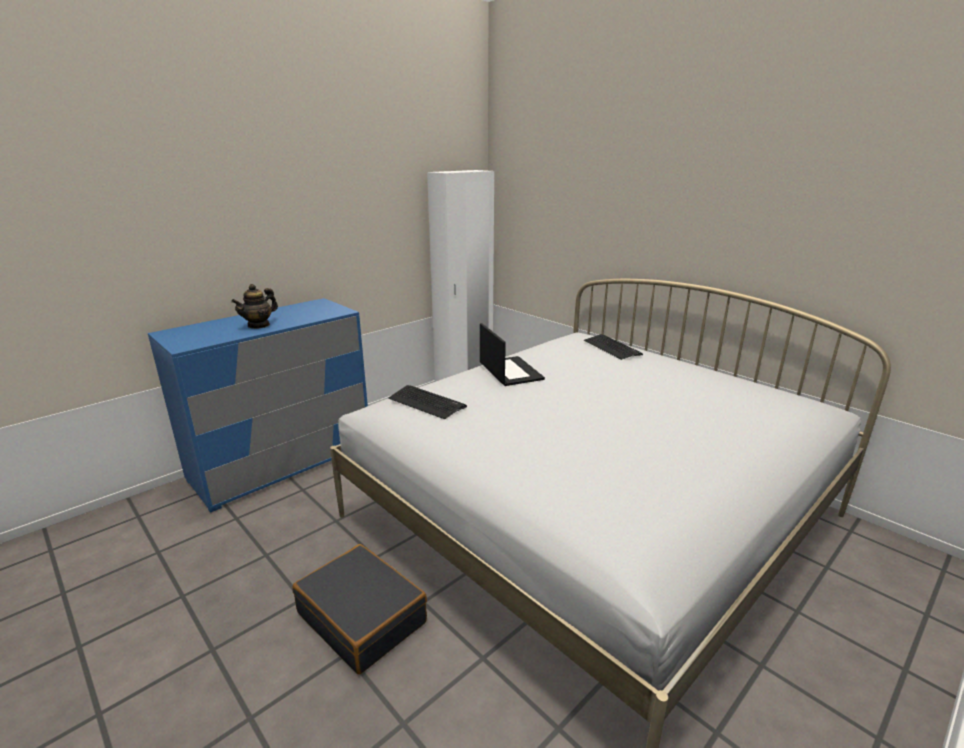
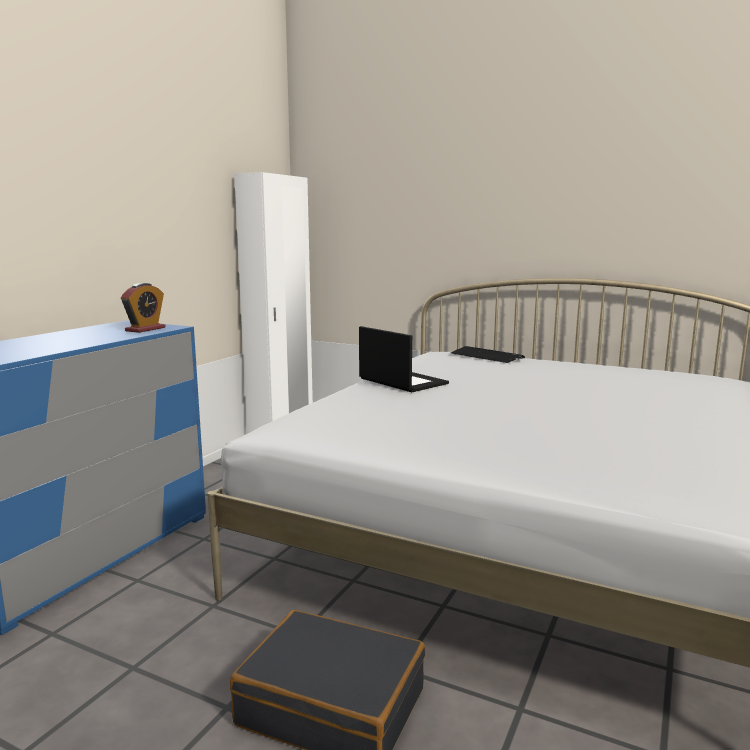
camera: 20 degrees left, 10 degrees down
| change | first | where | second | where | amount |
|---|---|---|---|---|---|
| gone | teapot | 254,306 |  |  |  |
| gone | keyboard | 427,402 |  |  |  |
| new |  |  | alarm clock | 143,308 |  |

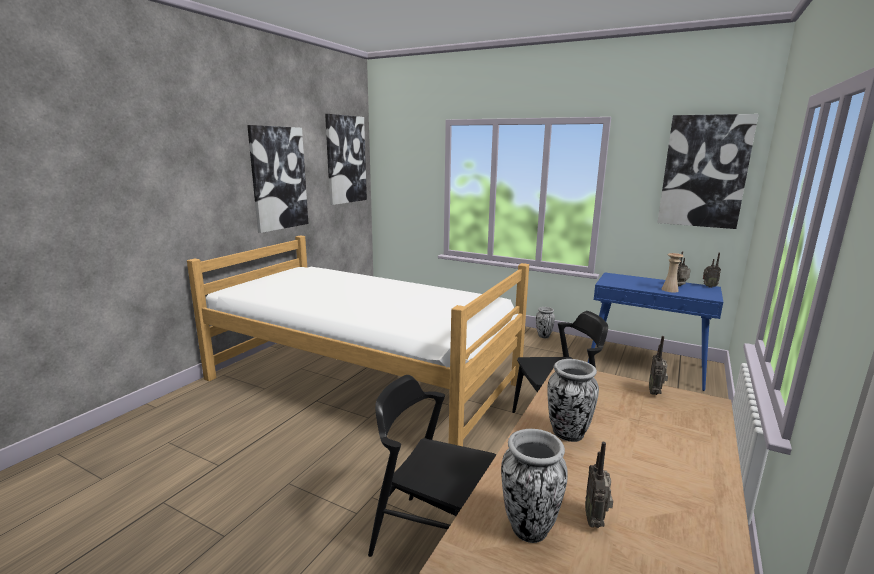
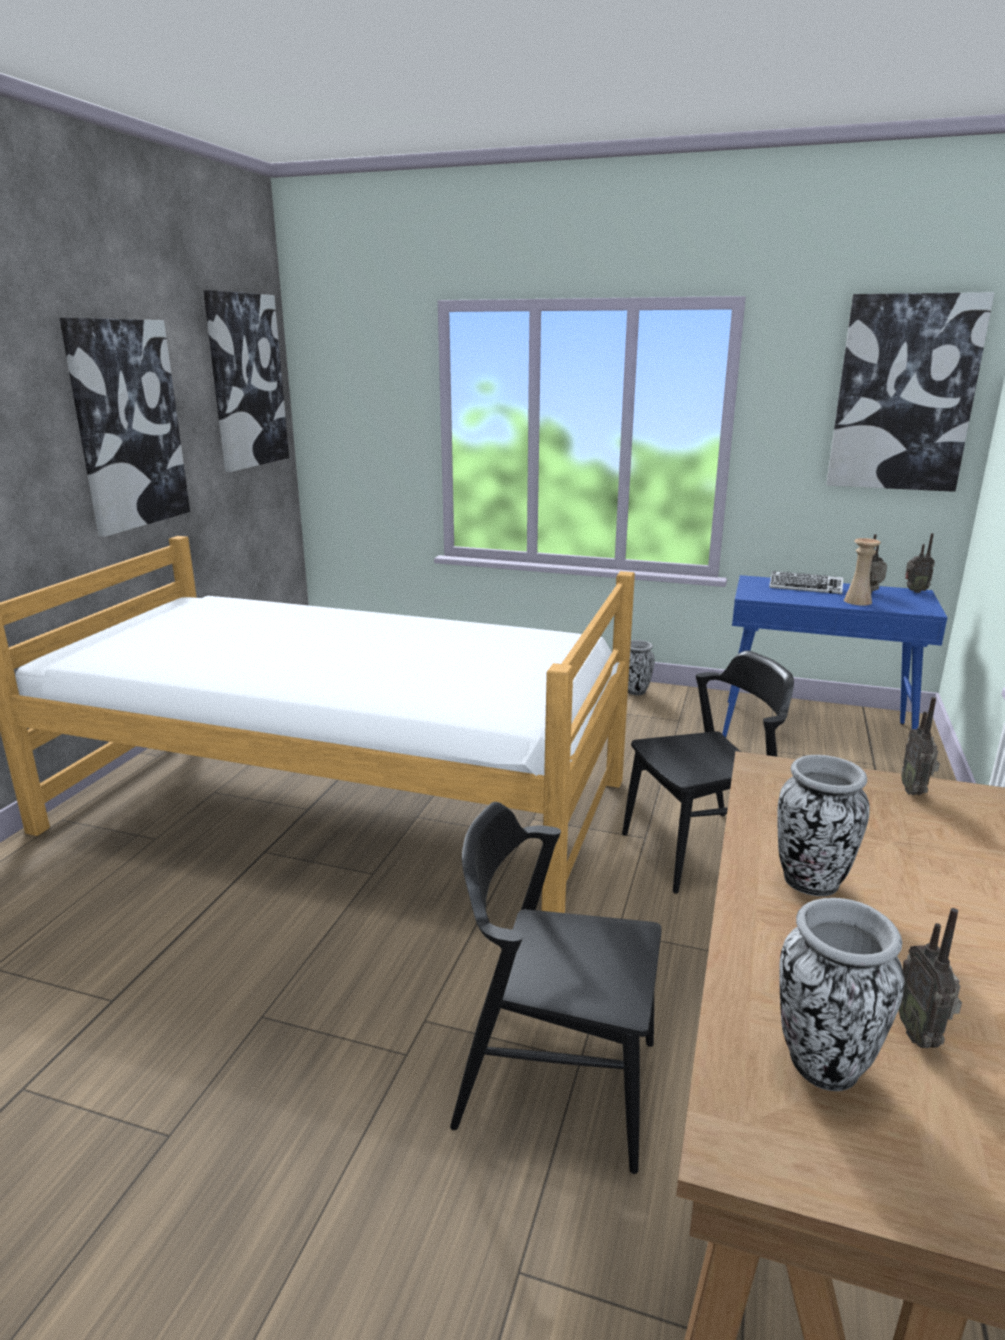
camera: 10 degrees left, 5 degrees up
| change | first | where | second | where | amount |
|---|---|---|---|---|---|
| new |  |  | keyboard | 806,582 |  |

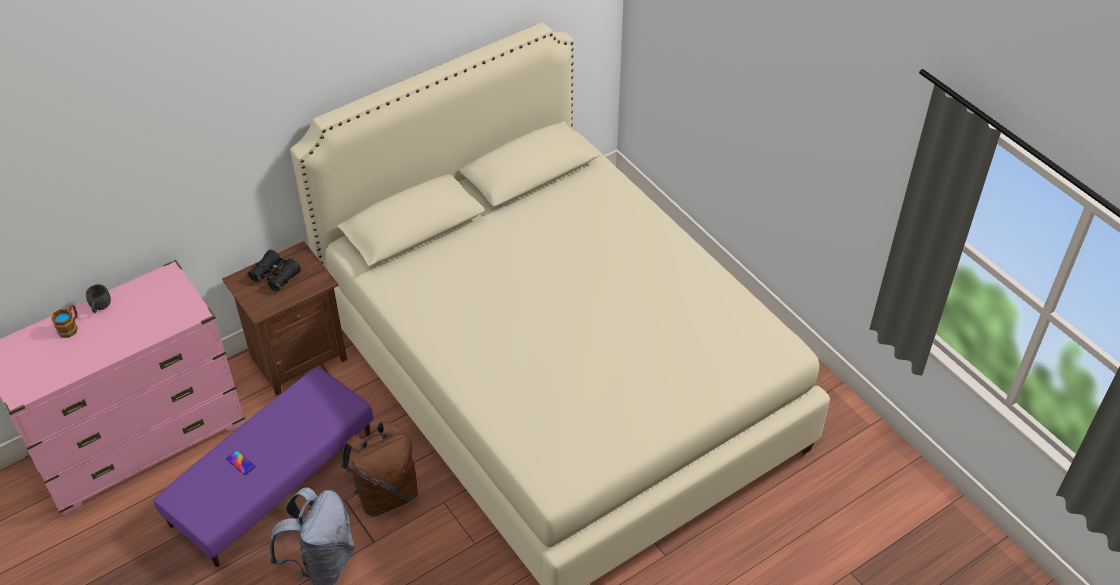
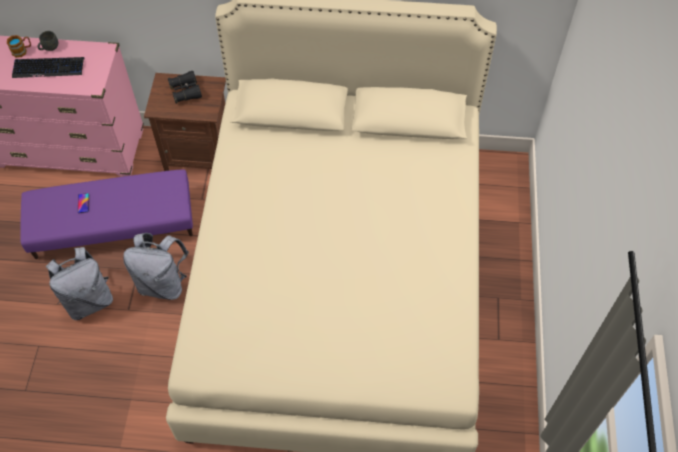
camera: 40 degrees right, 10 degrees up
| change | first | where | second | where | amount |
|---|---|---|---|---|---|
| repainted | backpack (brown) | 379,469 | backpack (grey) | 156,266 |  |
| new |  |  | keyboard | 48,67 |  |

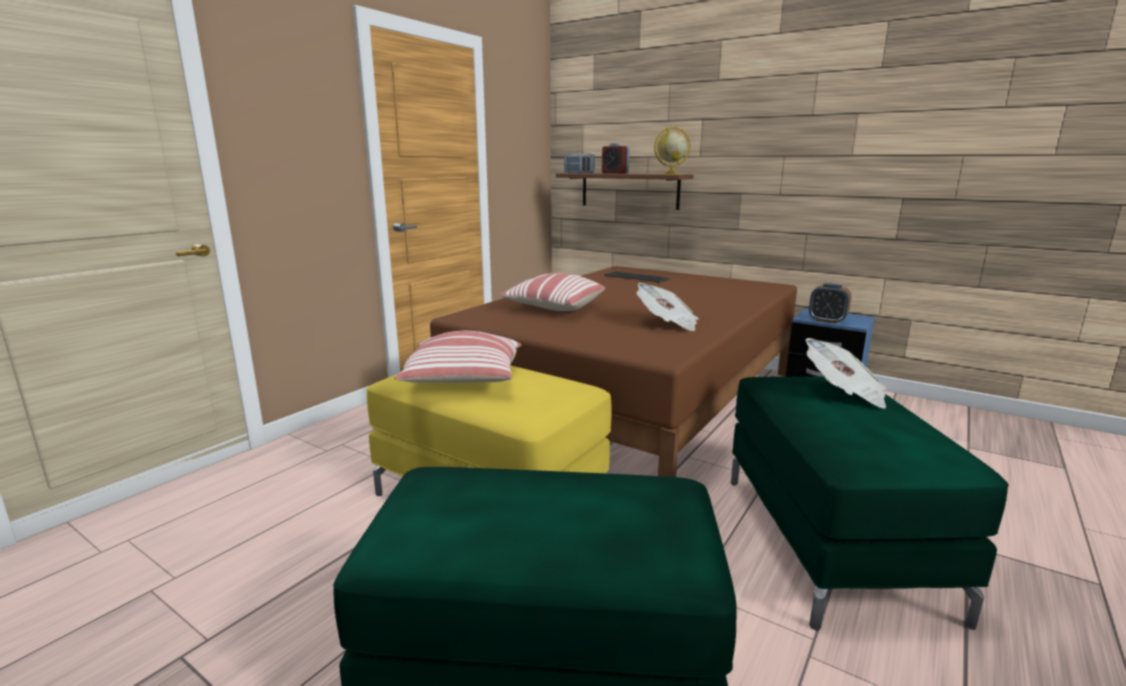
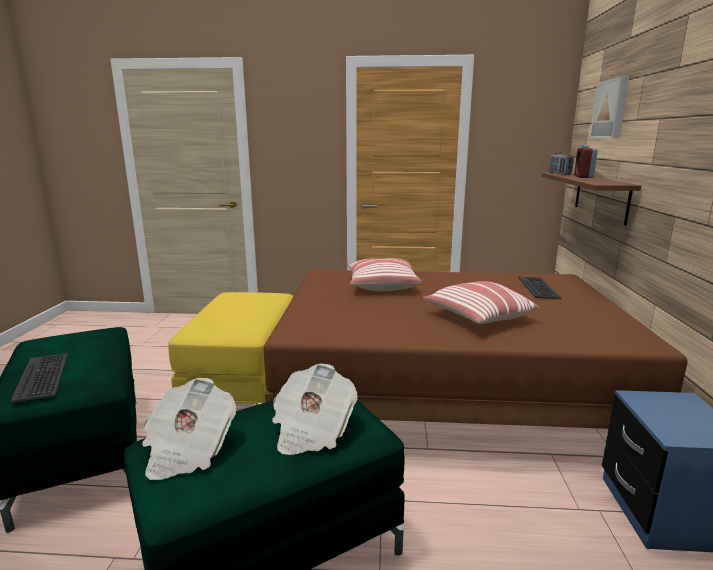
camera: 60 degrees right, 0 degrees up
| change | first | where | second | where | amount |
|---|---|---|---|---|---|
| gone | globe | 672,150 |  |  |  |
| shifted | newspaper | 667,307 |  | 189,429 |  |
| gone | alarm clock | 830,303 |  |  |  |
| shifted | pillow | 457,357 |  | 481,302 |  |
| new |  |  | picture | 609,107 |  |
| new |  |  | keyboard | 39,378 |  |

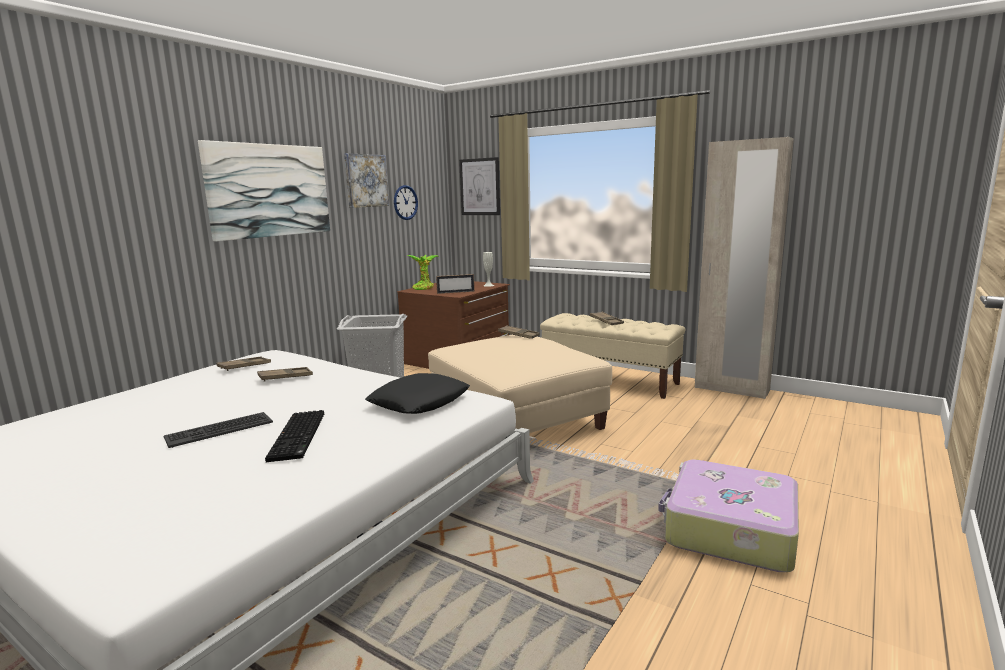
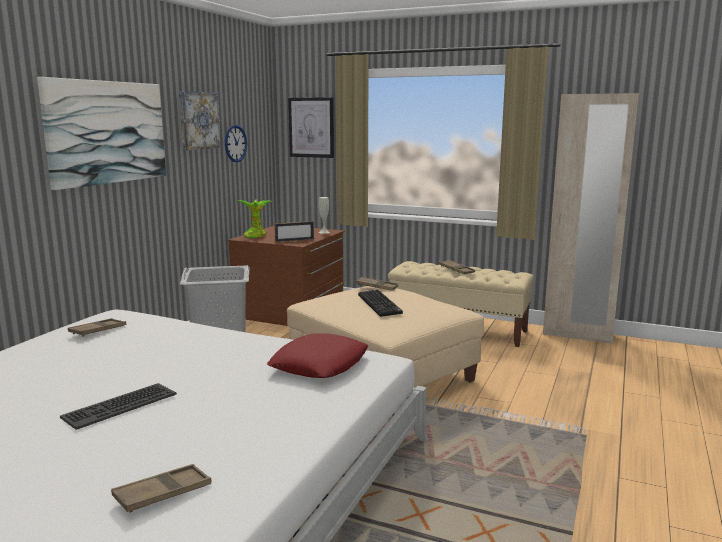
camera: 10 degrees left, 0 degrees up
| change | first | where | second | where | amount |
|---|---|---|---|---|---|
| shifted | tray (brown) | 285,374 |  | 161,488 |  |
| repainted | pillow (black) | 417,393 | pillow (red) | 317,355 |  |
| shifted | keyboard | 294,436 |  | 380,303 |  |
| gone | suitcase | 728,515 |  |  |  |

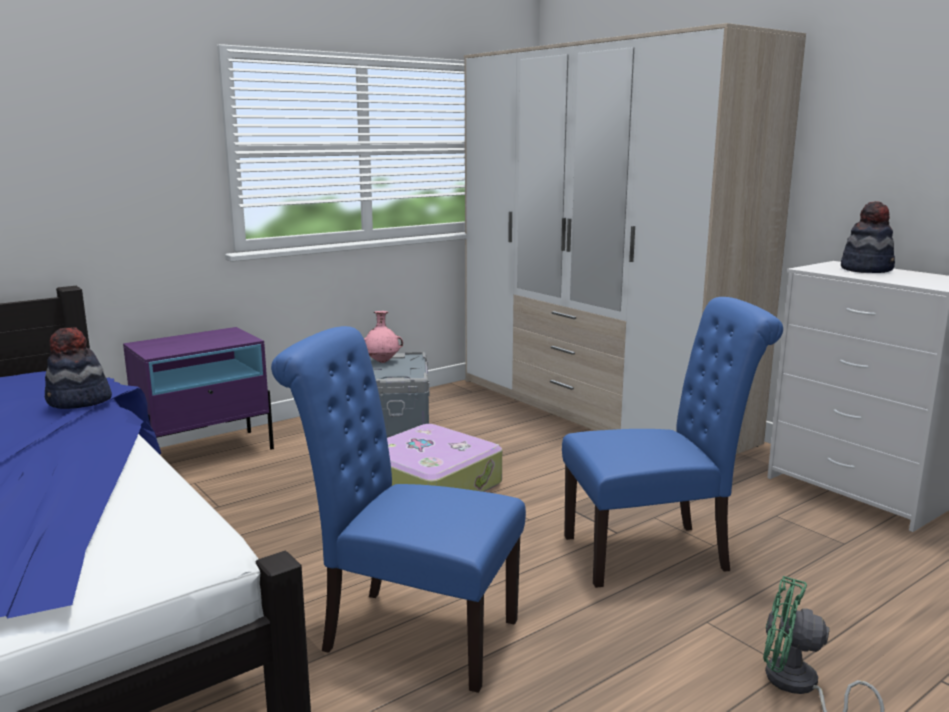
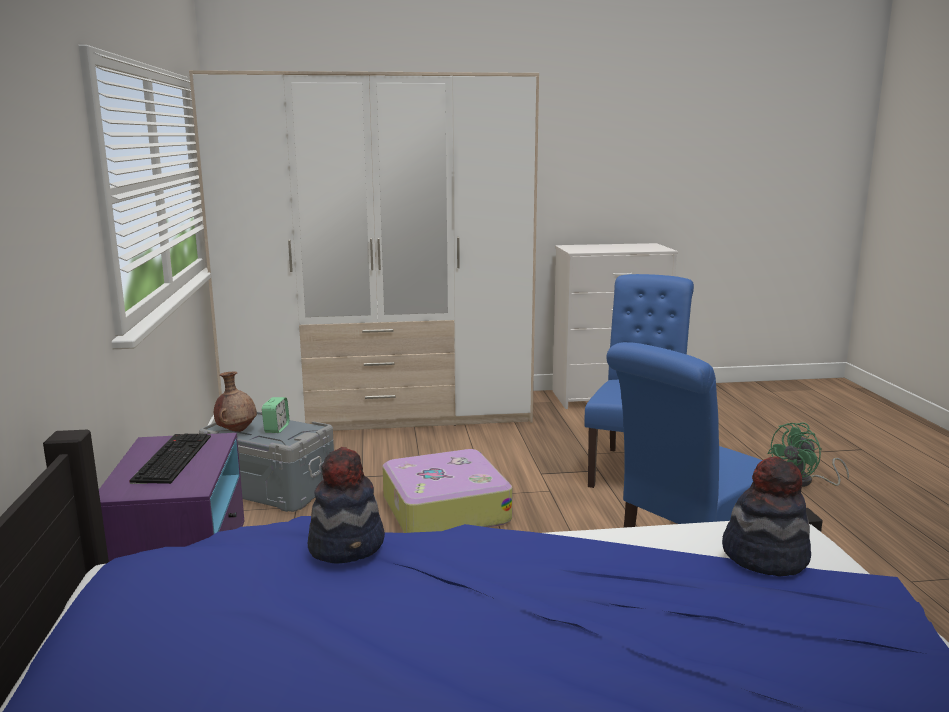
camera: 60 degrees left, 0 degrees up
| change | first | where | second | where | amount |
|---|---|---|---|---|---|
| shifted | hat | 868,237 |  | 766,516 |  |
| repainted | vase (pink) | 383,337 | vase (brown) | 235,402 |  |
| new |  |  | alarm clock | 276,415 |  |
| new |  |  | keyboard | 170,459 |  |

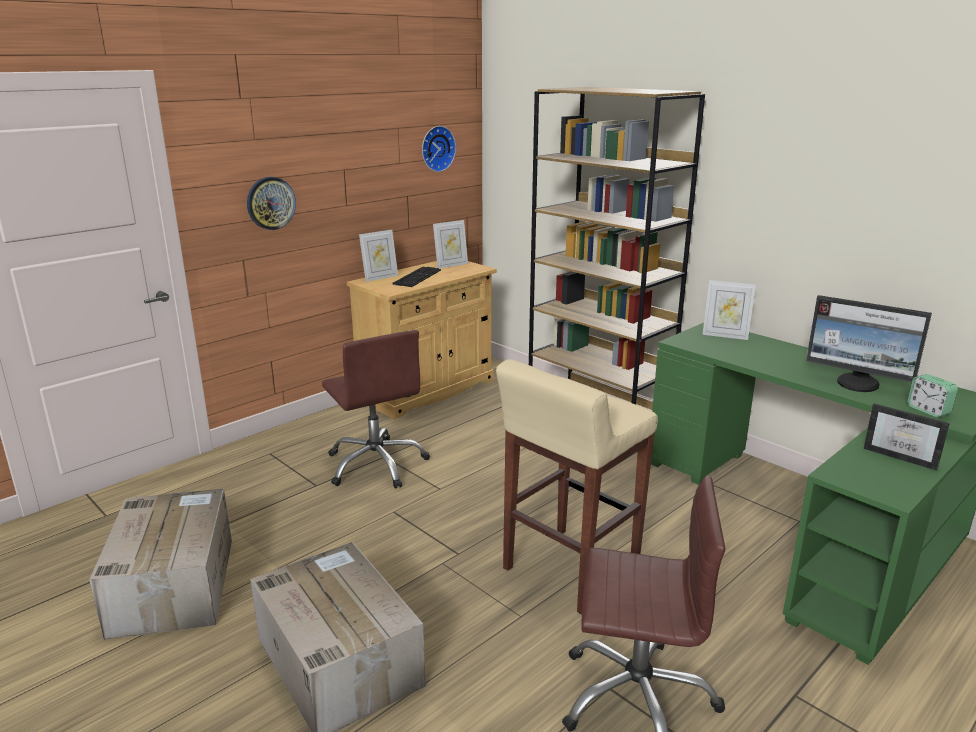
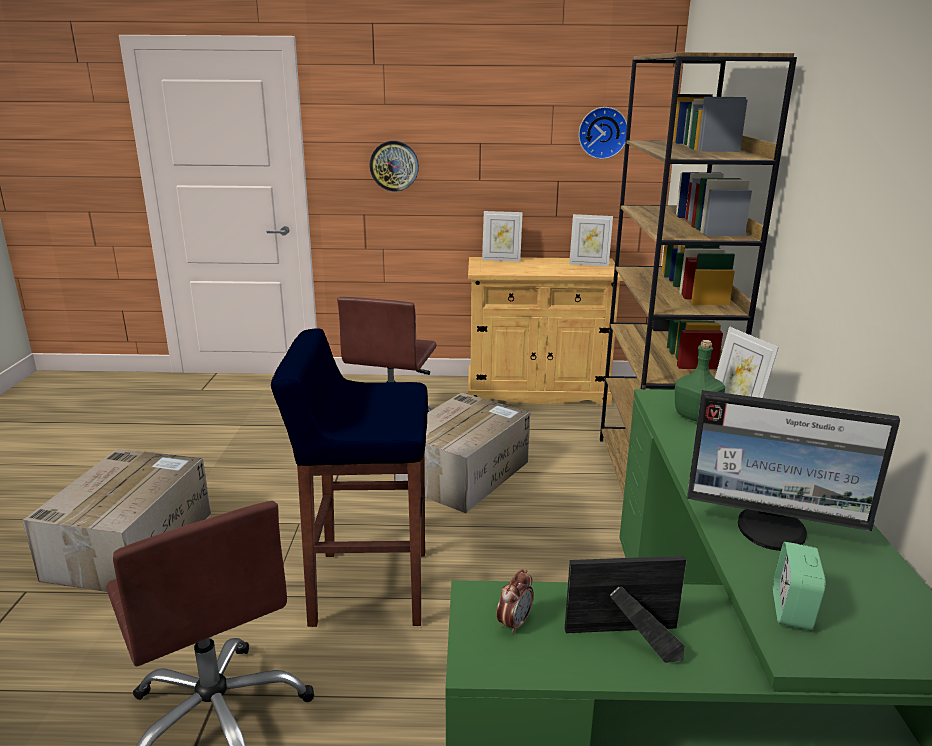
camera: 45 degrees right, 0 degrees up
| change | first | where | second | where | amount |
|---|---|---|---|---|---|
| gone | keyboard | 416,277 |  |  |  |
| rotated | monitor | 869,343 |  | 793,470 | 60 degrees counterclockwise |
| repainted | stool (beige) | 577,486 | stool (blue) | 349,477 |  |
| rotated | picture frame | 907,437 |  | 626,609 | 90 degrees clockwise |
| shifted | cardboard box | 160,564 |  | 462,453 |  |
| new |  |  | bottle (green) | 700,380 |  |
| new |  |  | alarm clock | 515,602 |  |

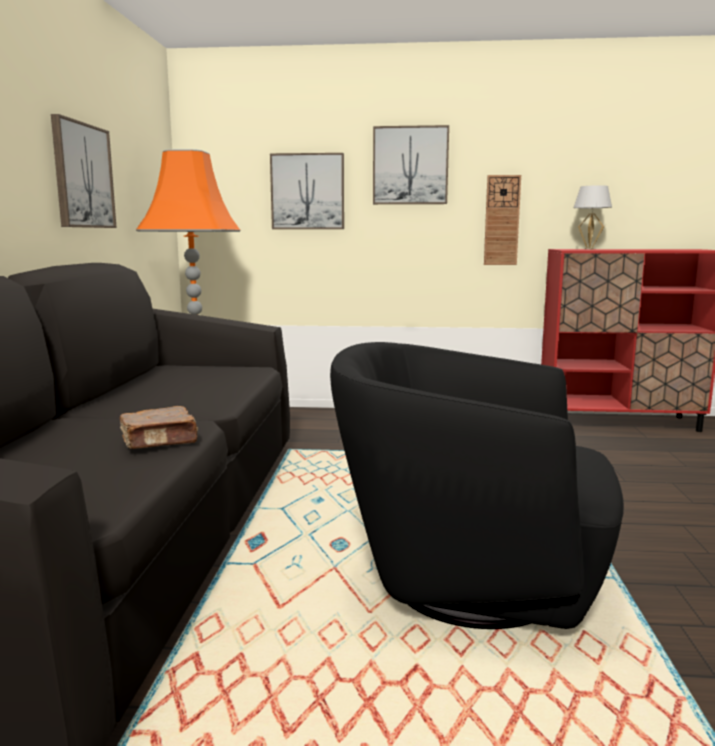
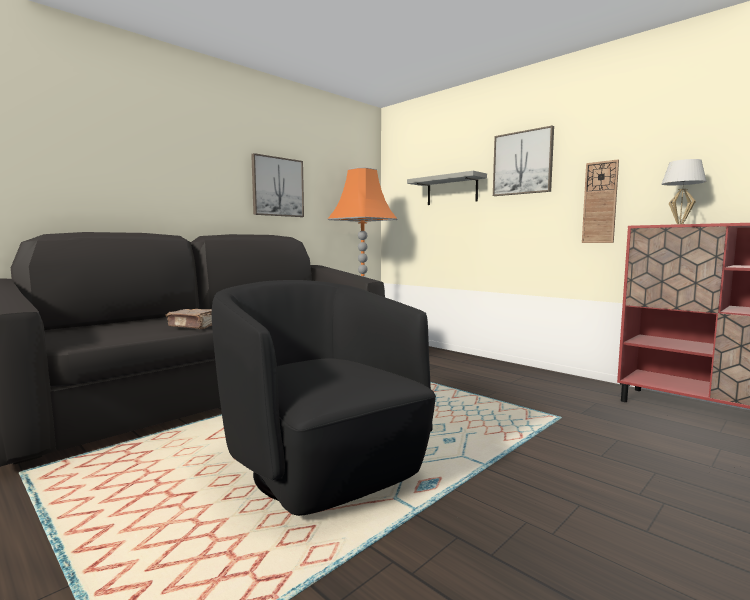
camera: 40 degrees right, 5 degrees down
| change | first | where | second | where | amount |
|---|---|---|---|---|---|
| swapped | picture | 307,191 | shelf (grey) | 447,188 |  |

